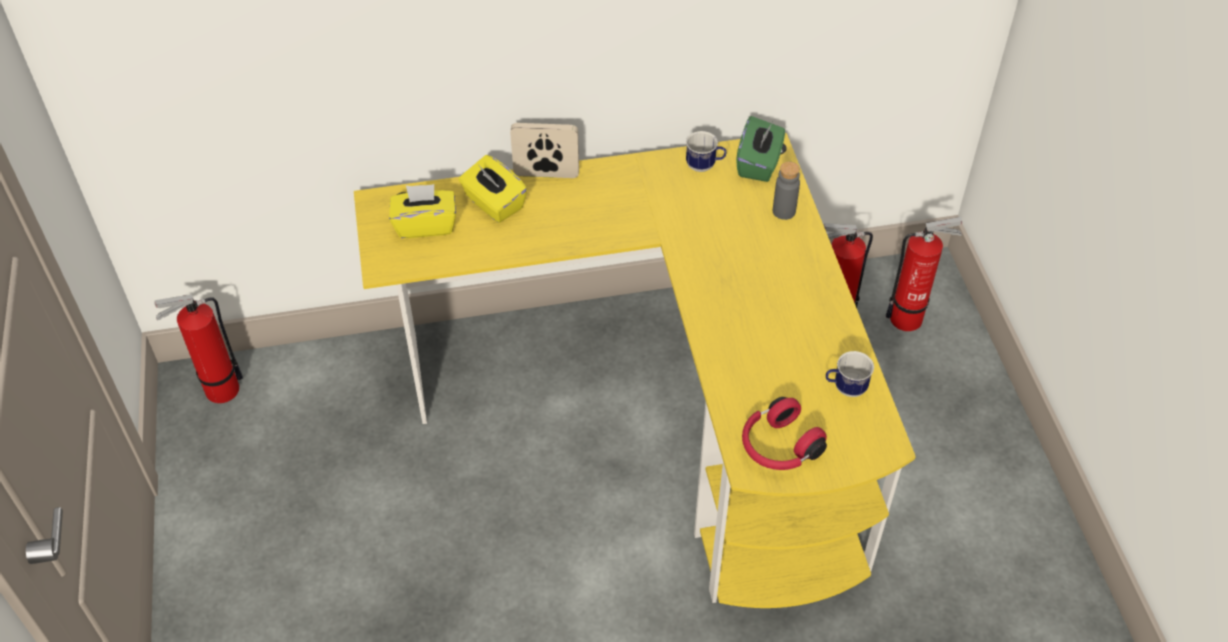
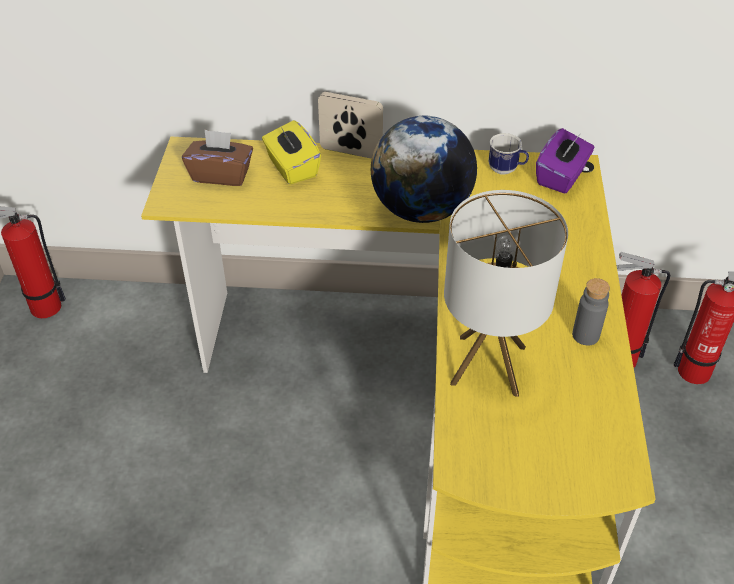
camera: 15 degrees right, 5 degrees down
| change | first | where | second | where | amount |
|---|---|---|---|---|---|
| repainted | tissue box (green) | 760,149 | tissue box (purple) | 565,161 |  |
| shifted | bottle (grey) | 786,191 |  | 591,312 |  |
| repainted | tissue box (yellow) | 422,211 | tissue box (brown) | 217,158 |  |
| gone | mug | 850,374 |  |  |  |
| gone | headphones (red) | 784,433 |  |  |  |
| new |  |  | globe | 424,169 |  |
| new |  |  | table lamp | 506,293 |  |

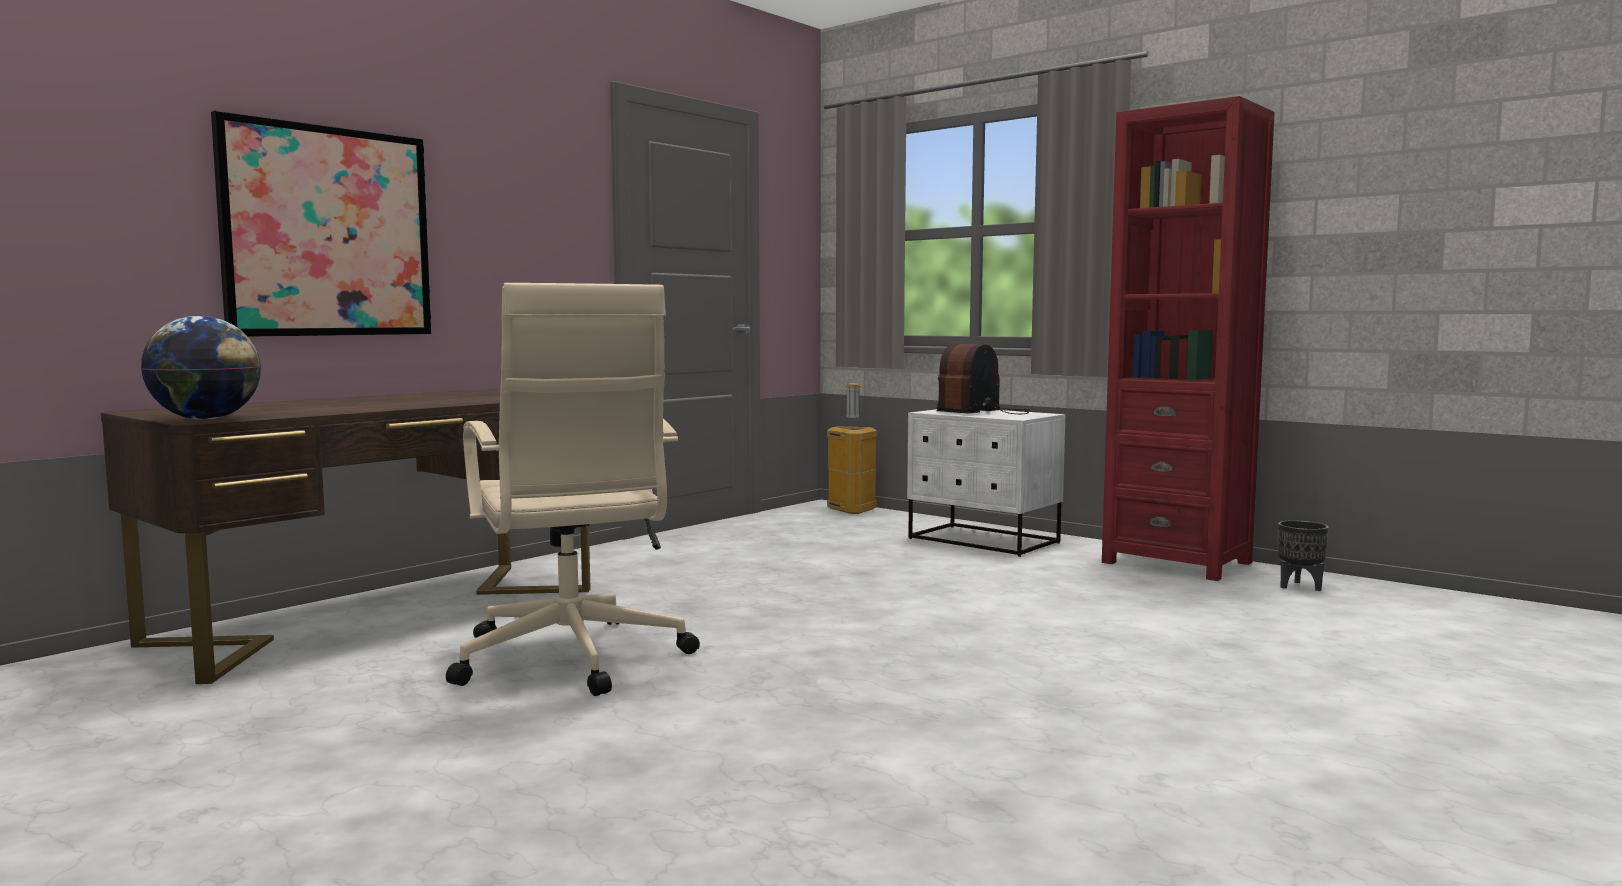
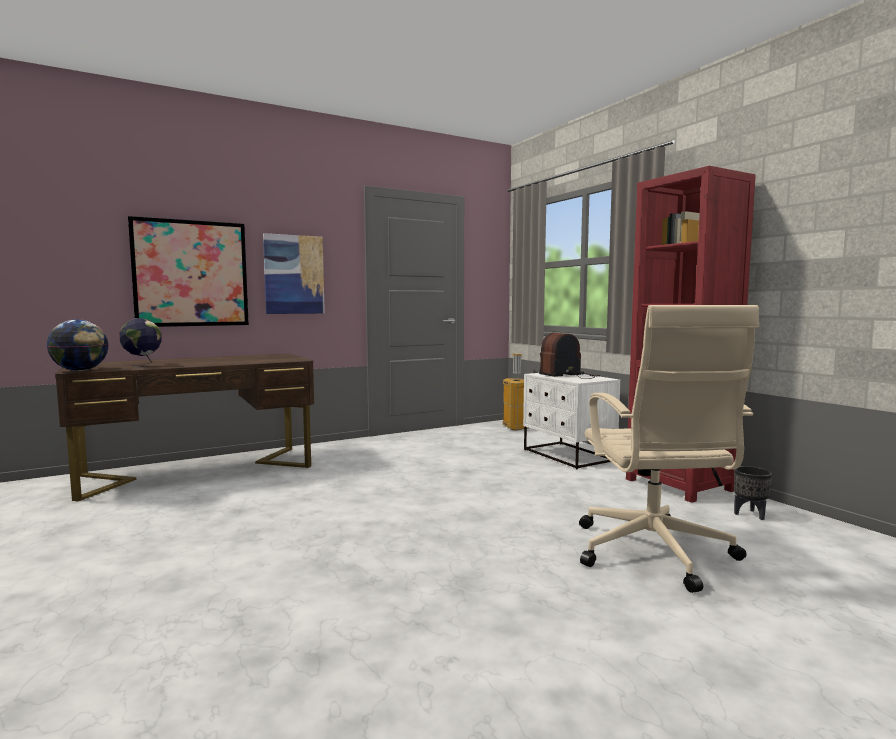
camera: 20 degrees right, 0 degrees up
| change | first | where | second | where | amount |
|---|---|---|---|---|---|
| shifted | office chair (beige) | 573,489 |  | 669,449 |  |
| new |  |  | picture | 294,273 |  |
| new |  |  | globe | 141,343 |  |

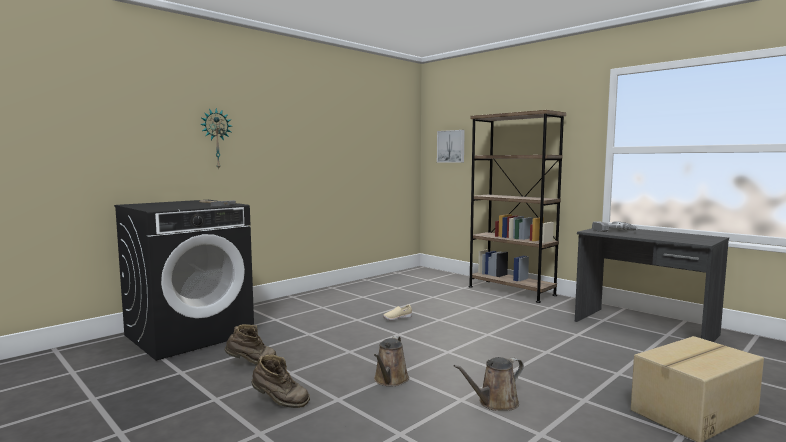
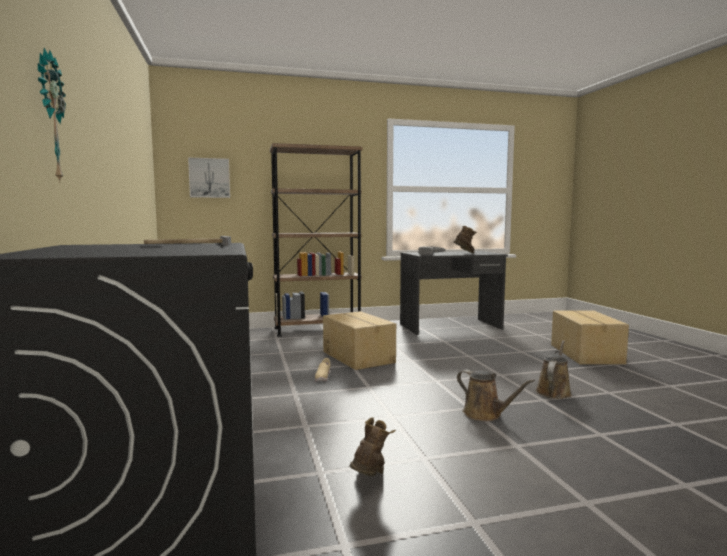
camera: 60 degrees left, 0 degrees up
| change | first | where | second | where | amount |
|---|---|---|---|---|---|
| shifted | boot (brown) | 281,381 |  | 465,239 |  |
| rotated | watering can (brown) | 489,384 |  | 553,369 | 150 degrees counterclockwise |
| new |  |  | cardboard box | 359,340 |  |

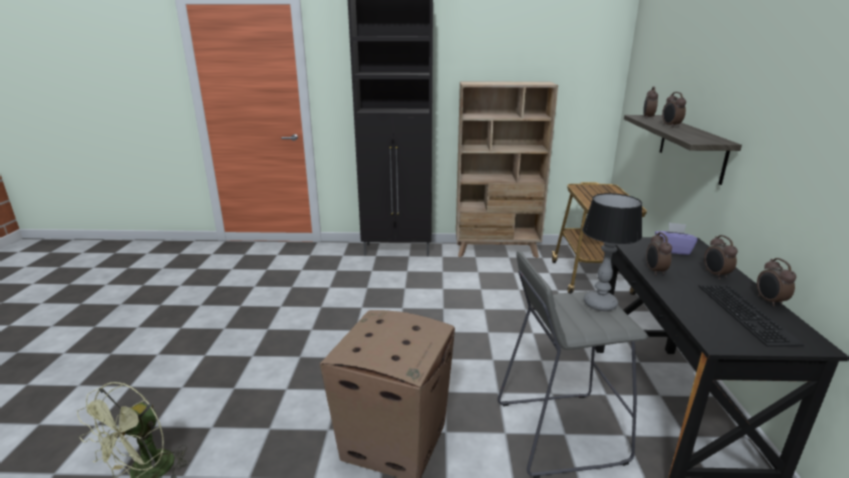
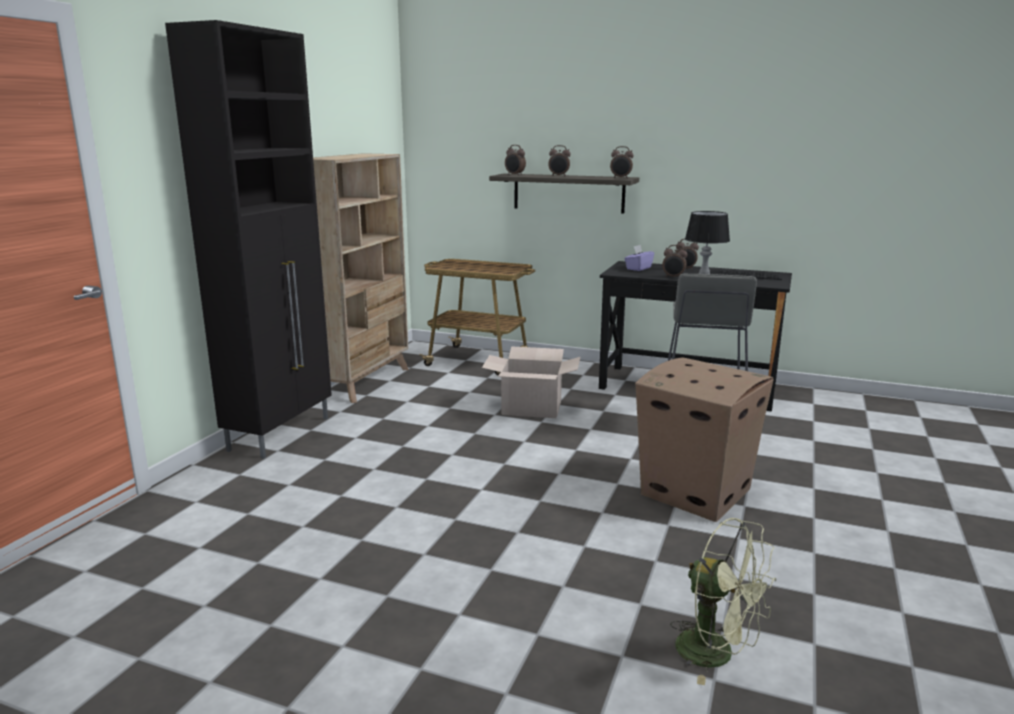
camera: 70 degrees left, 5 degrees down
| change | first | where | second | where | amount |
|---|---|---|---|---|---|
| shifted | alarm clock | 776,282 |  | 622,162 |  |
| new |  |  | cardboard box | 531,382 |  |

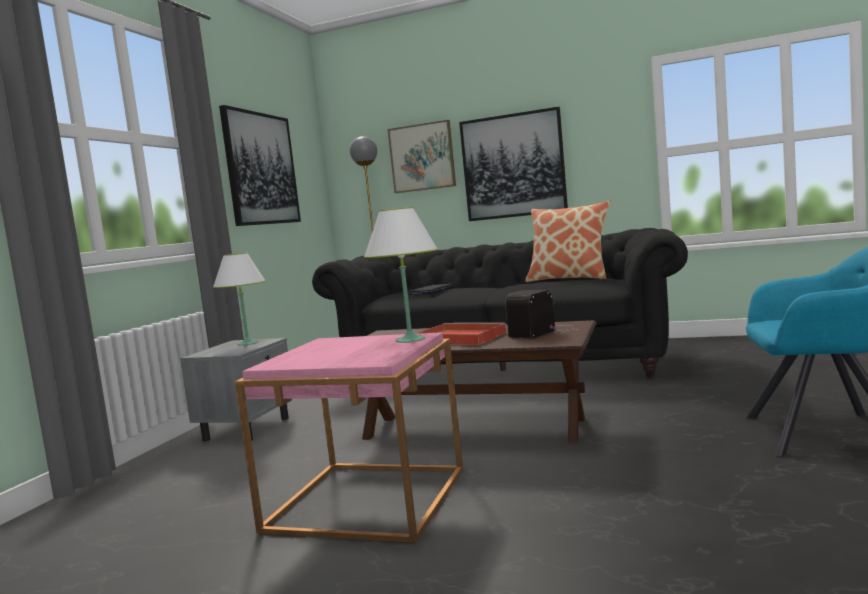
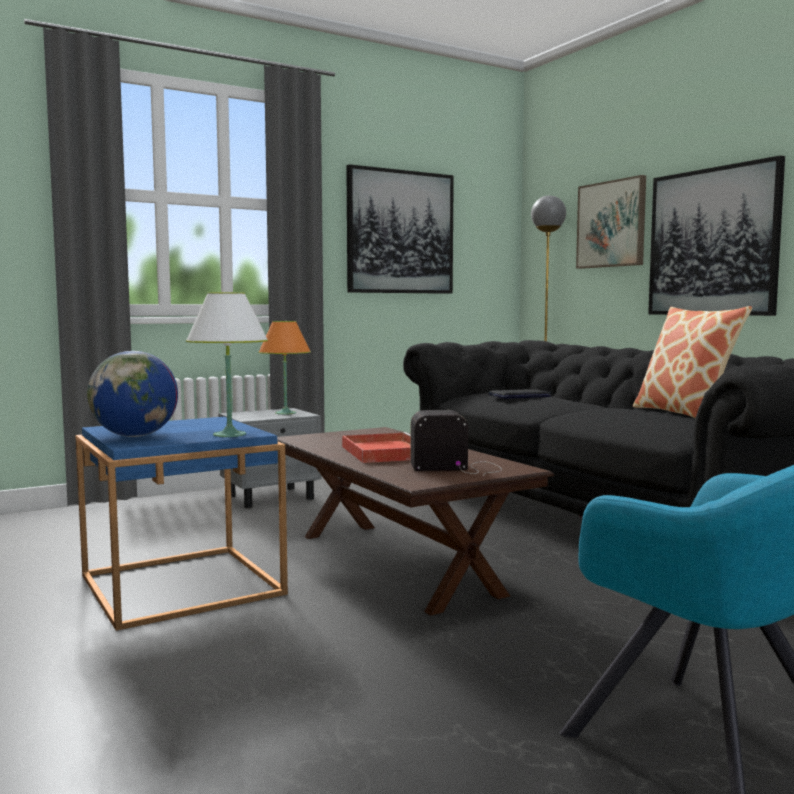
camera: 40 degrees right, 0 degrees up
| change | first | where | second | where | amount |
|---|---|---|---|---|---|
| repainted | table lamp (white) | 239,299 | table lamp (orange) | 284,368 |  |
| repainted | side table (pink) | 349,437 | side table (blue) | 181,524 |  |
| new |  |  | globe | 132,394 |  |

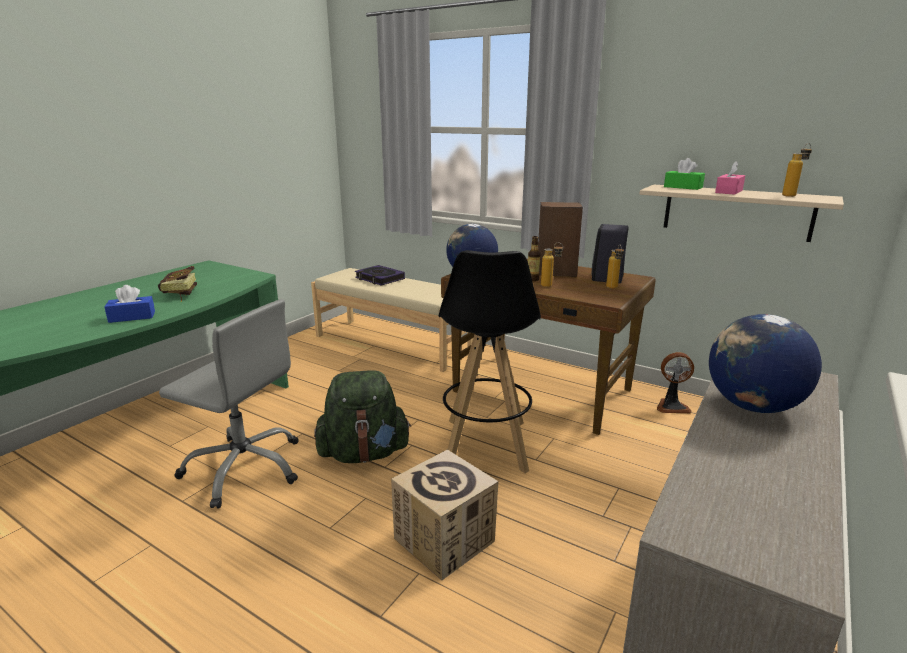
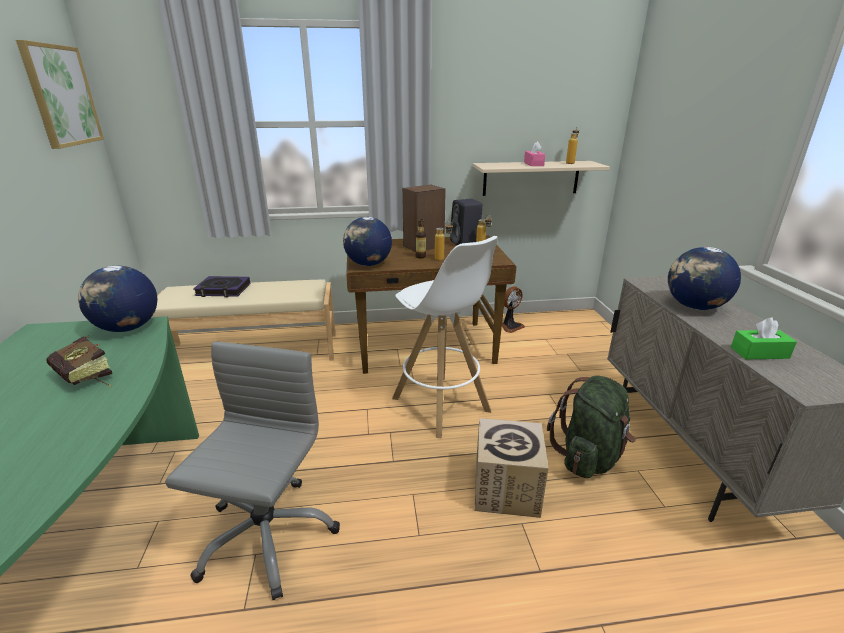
camera: 40 degrees left, 5 degrees up
| change | first | where | second | where | amount |
|---|---|---|---|---|---|
| shifted | tissue box (green) | 684,174 |  | 764,338 |  |
| repainted | stool (black) | 490,361 | stool (white) | 445,337 |  |
| gone | tissue box (blue) | 129,304 |  |  |  |
| rotated | office chair (grey) | 229,403 |  | 252,470 | 60 degrees counterclockwise |
| shifted | backpack (green) | 362,416 |  | 591,426 |  |
| new |  |  | picture | 60,94 |  |
| new |  |  | globe | 117,299 |  |

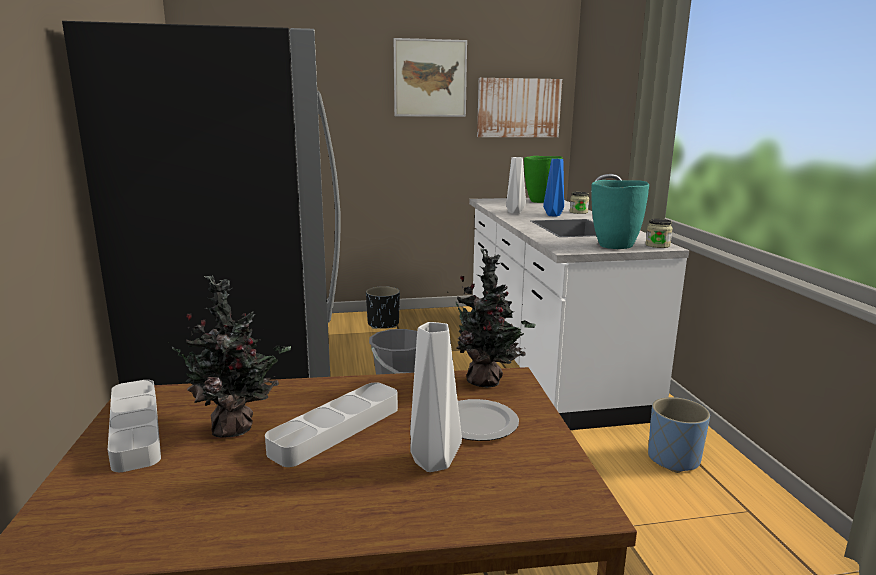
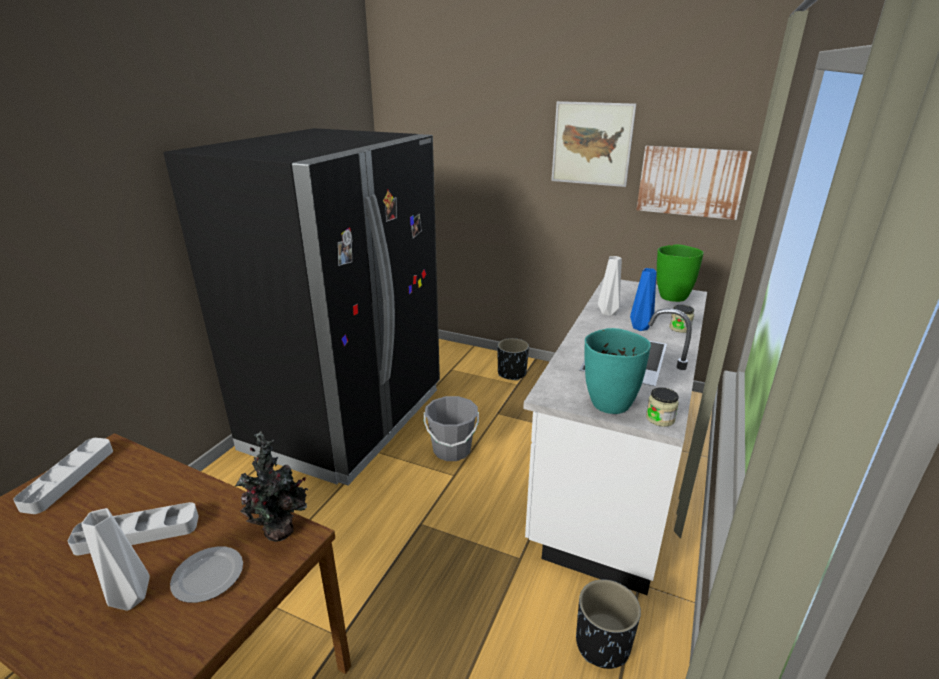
camera: 35 degrees right, 10 degrees up
| change | first | where | second | where | amount |
|---|---|---|---|---|---|
| gone | potted plant | 226,356 |  |  |  |
| repainted | planter (blue) | 679,435 | planter (black) | 608,624 |  |

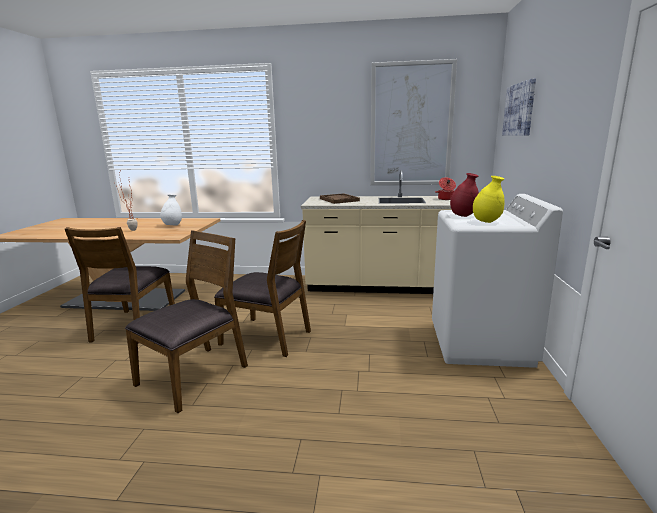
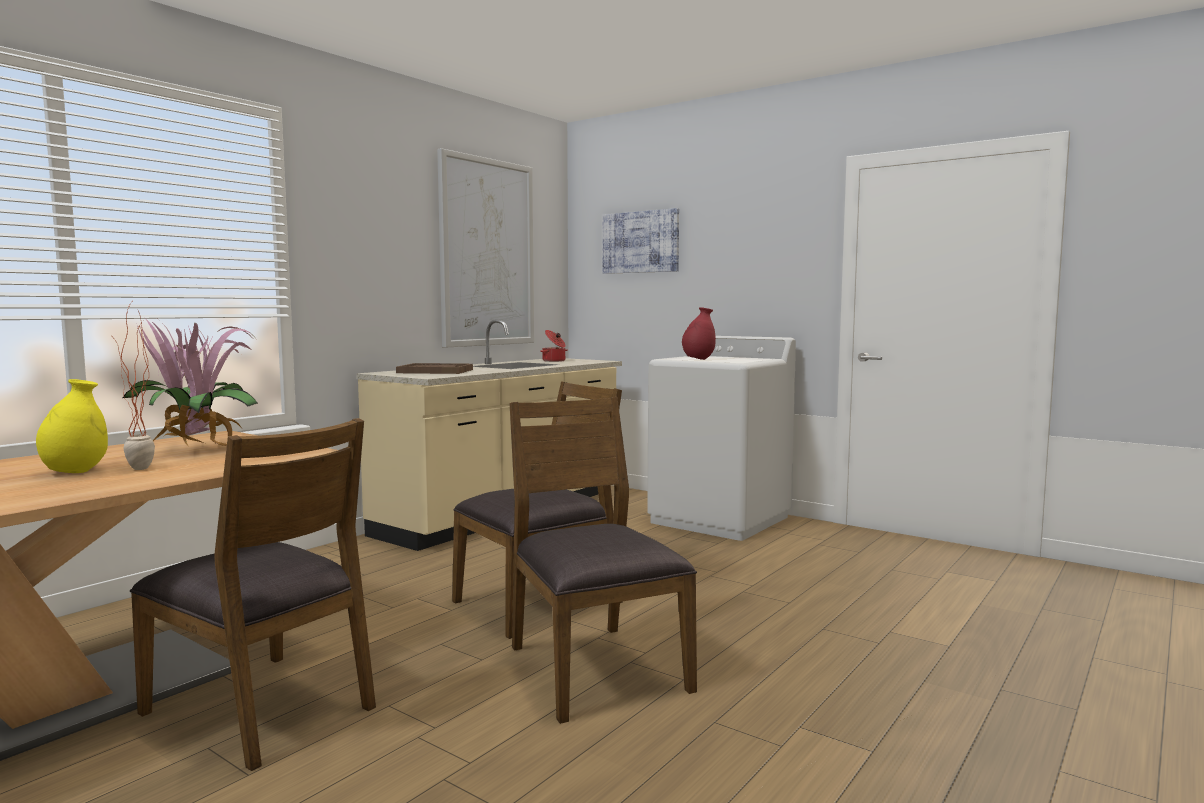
camera: 60 degrees left, 10 degrees down
| change | first | where | second | where | amount |
|---|---|---|---|---|---|
| shifted | vase (yellow) | 488,199 |  | 72,426 |  |
| swapped | vase (white) | 171,210 | potted plant | 190,382 |  |

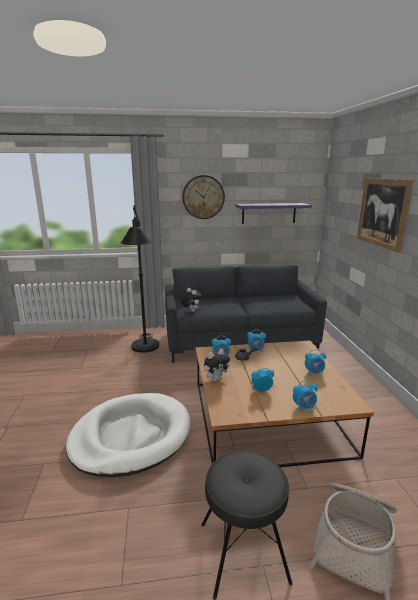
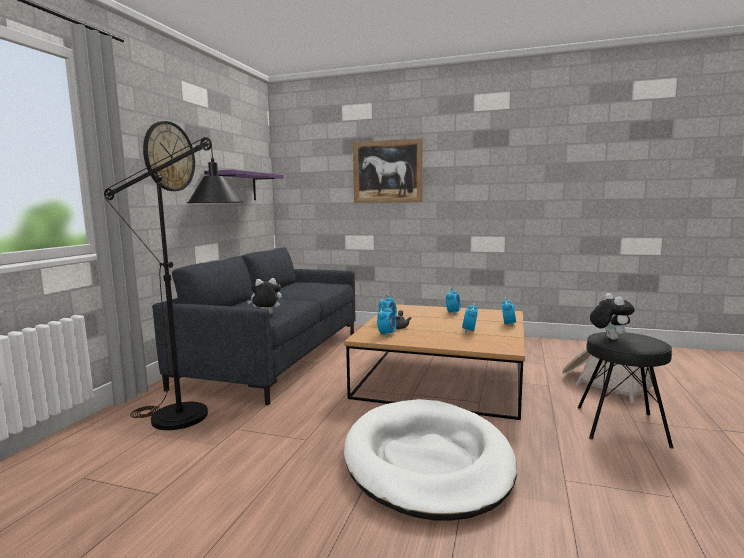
camera: 65 degrees left, 10 degrees down
| change | first | where | second | where | amount |
|---|---|---|---|---|---|
| shifted | plush toy | 217,365 |  | 612,316 |  |

